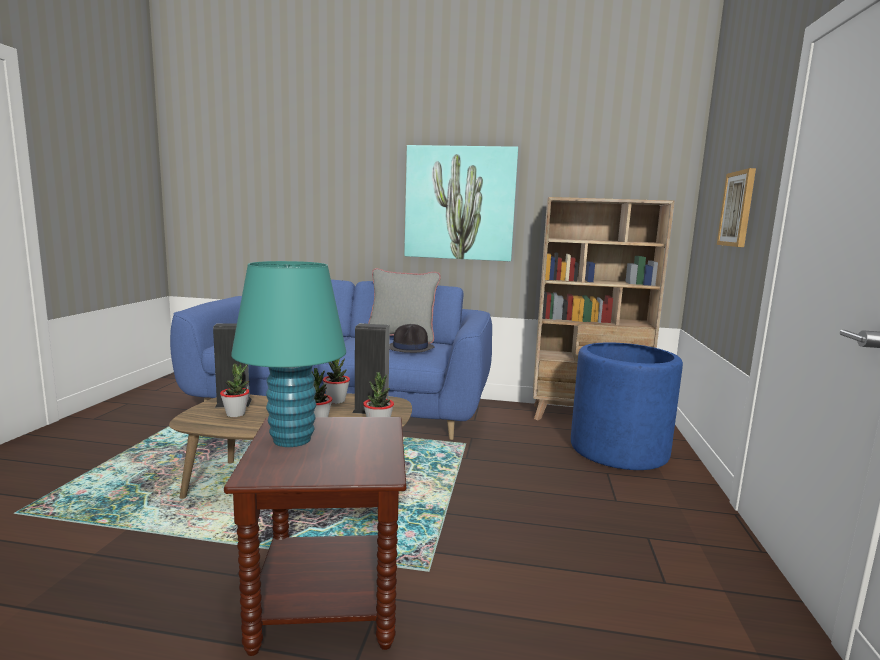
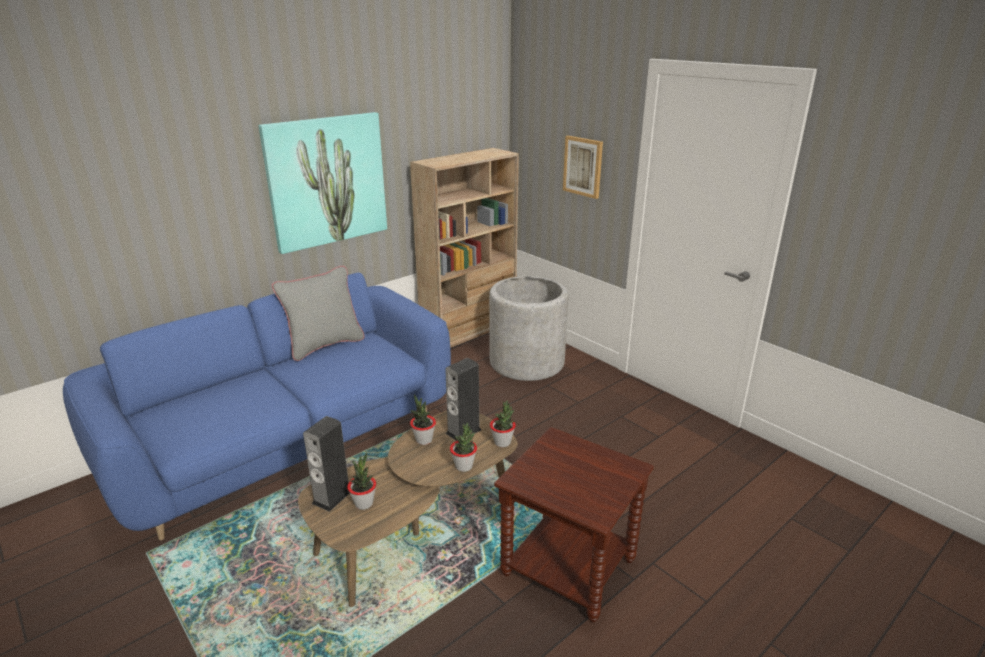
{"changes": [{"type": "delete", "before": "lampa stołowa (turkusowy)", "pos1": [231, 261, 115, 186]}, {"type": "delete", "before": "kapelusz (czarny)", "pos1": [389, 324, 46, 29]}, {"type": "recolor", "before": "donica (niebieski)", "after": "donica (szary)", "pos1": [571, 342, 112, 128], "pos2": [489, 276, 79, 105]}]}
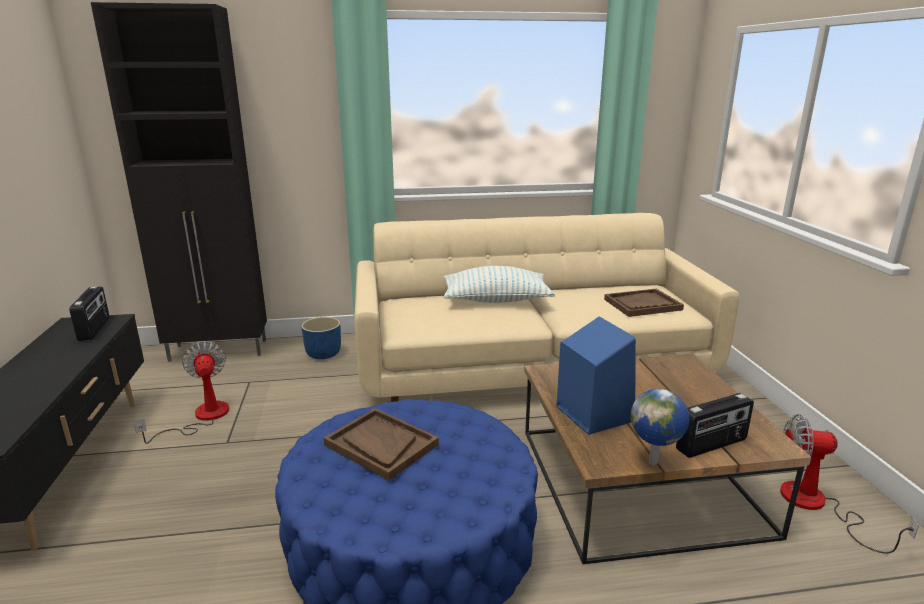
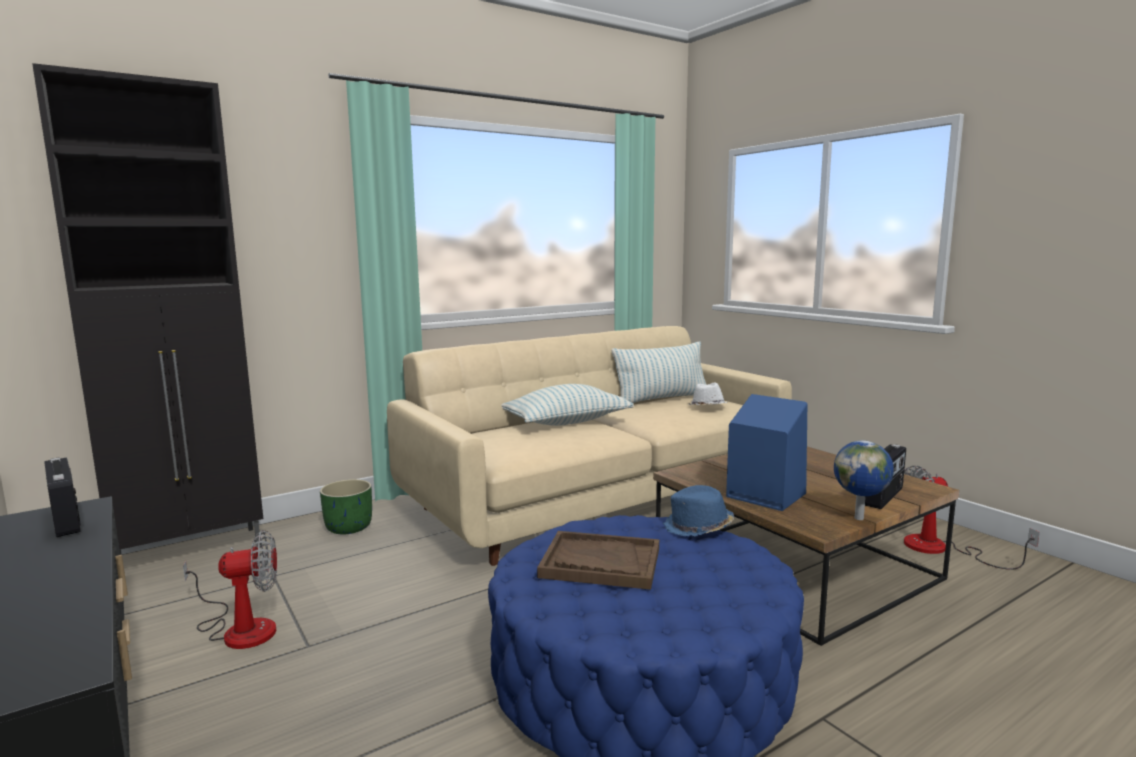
{"changes": [{"type": "insert", "after": "poduszka", "pos2": [612, 342, 95, 61]}, {"type": "insert", "after": "kapelusz (niebieski)", "pos2": [663, 485, 71, 51]}, {"type": "replace", "before": "taca (brązowy)", "after": "kapelusz (biały)", "pos1": [604, 289, 80, 28], "pos2": [688, 383, 38, 22]}, {"type": "recolor", "before": "donica (niebieski)", "after": "donica (zielony)", "pos1": [301, 317, 40, 42], "pos2": [320, 479, 52, 55]}, {"type": "rotate", "before": "wentylator", "pos1": [133, 341, 96, 103], "pos2": [183, 530, 94, 119], "turn": 120}]}
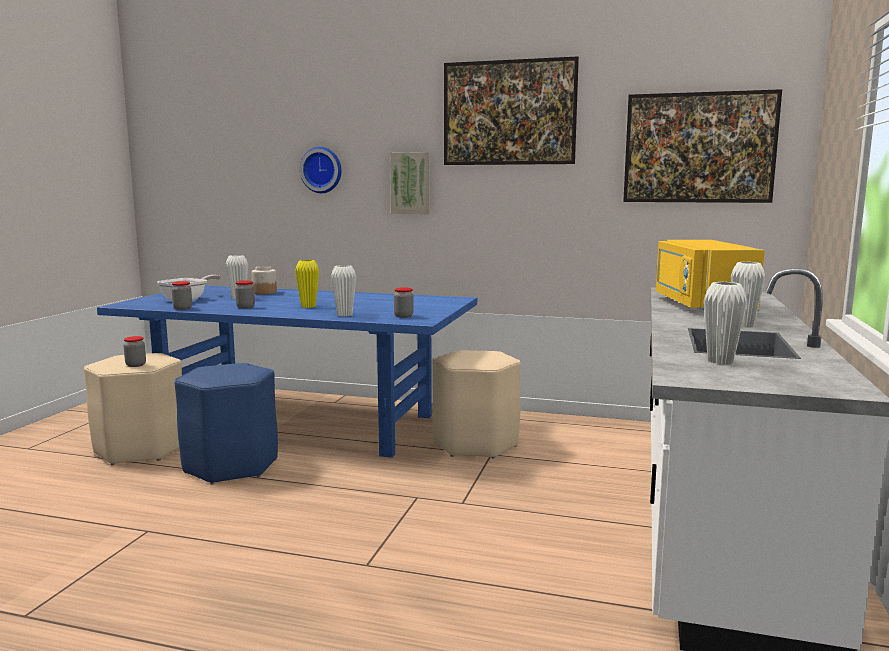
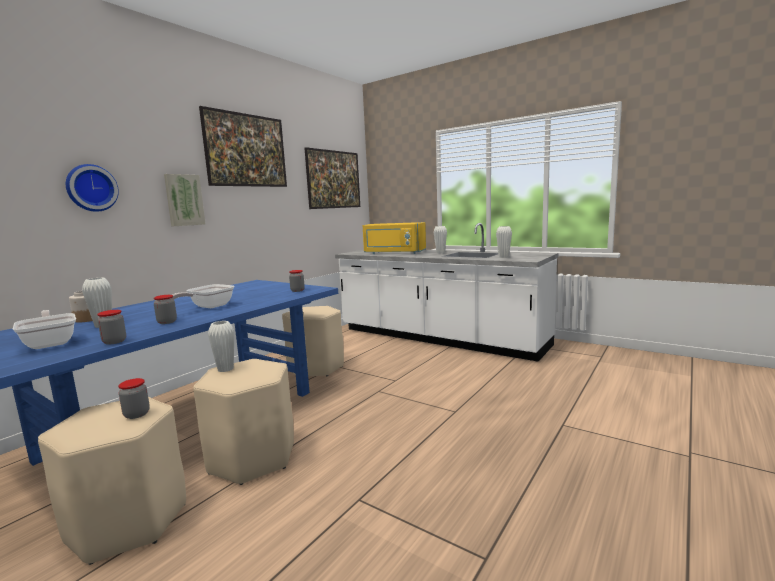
{"changes": [{"type": "move", "before": "wazon (biały)", "pos1": [331, 265, 25, 51], "pos2": [208, 321, 26, 51]}, {"type": "replace", "before": "wazon (żółty)", "after": "patelnia", "pos1": [295, 260, 24, 48], "pos2": [172, 284, 62, 24]}, {"type": "recolor", "before": "stołek (niebieski)", "after": "stołek (beżowy)", "pos1": [175, 363, 103, 121], "pos2": [193, 359, 101, 126]}]}
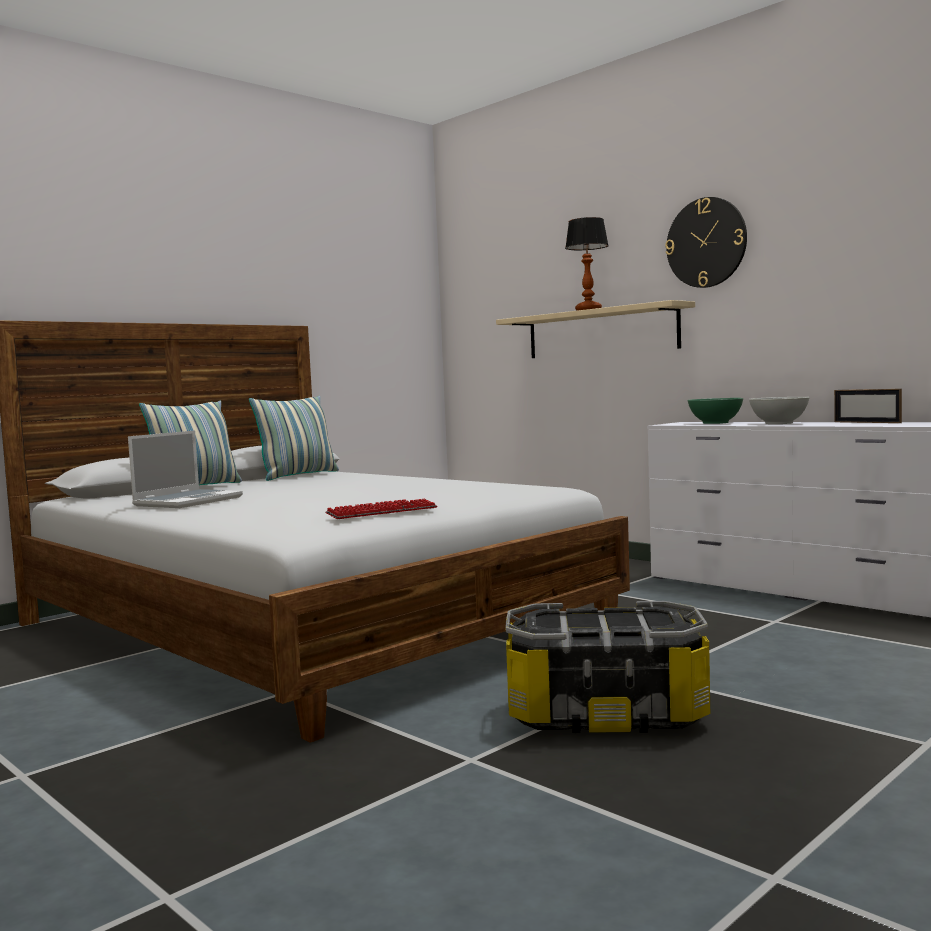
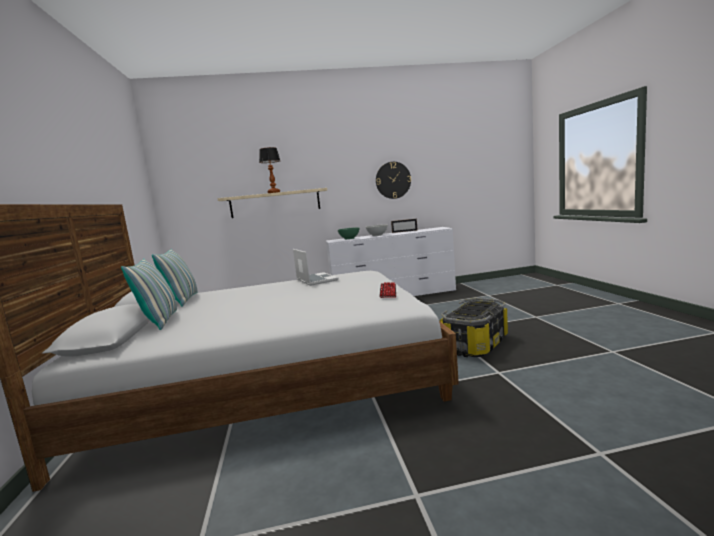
{"changes": [{"type": "move", "before": "laptop", "pos1": [128, 431, 115, 77], "pos2": [293, 249, 45, 37]}, {"type": "move", "before": "zegar ścienny", "pos1": [665, 197, 82, 91], "pos2": [376, 162, 35, 37]}]}
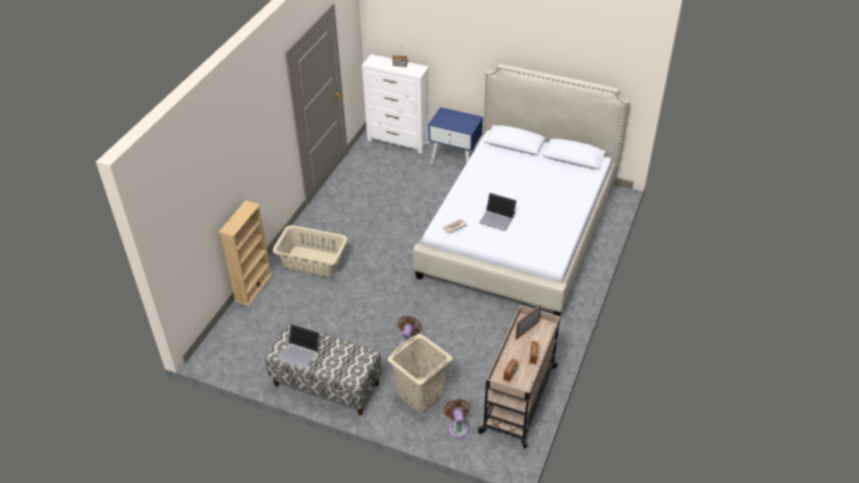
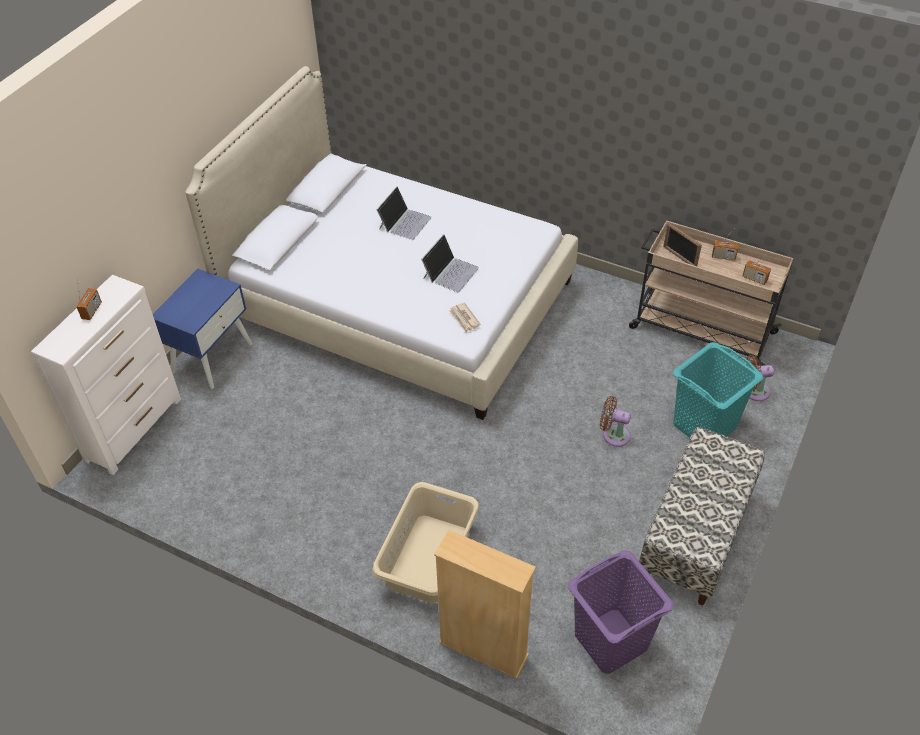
{"changes": [{"type": "insert", "after": "kosz na pranie (fioletowy)", "pos2": [568, 550, 106, 124]}, {"type": "move", "before": "laptop", "pos1": [278, 323, 43, 46], "pos2": [376, 186, 56, 54]}, {"type": "recolor", "before": "kosz na pranie (beżowy)", "after": "kosz na pranie (turkusowy)", "pos1": [388, 334, 64, 79], "pos2": [673, 342, 90, 96]}]}
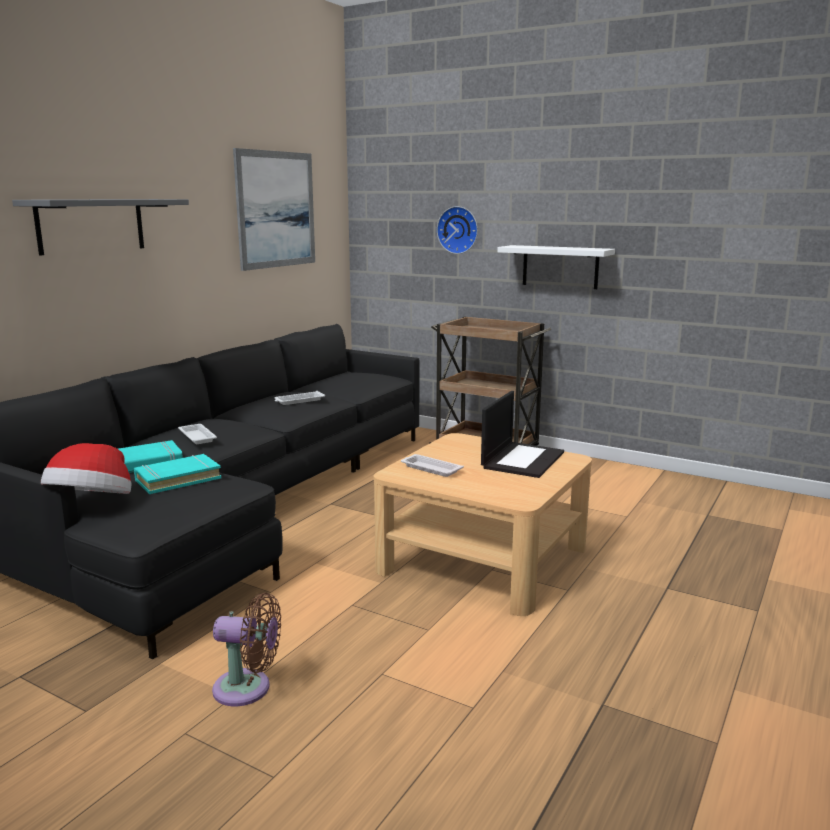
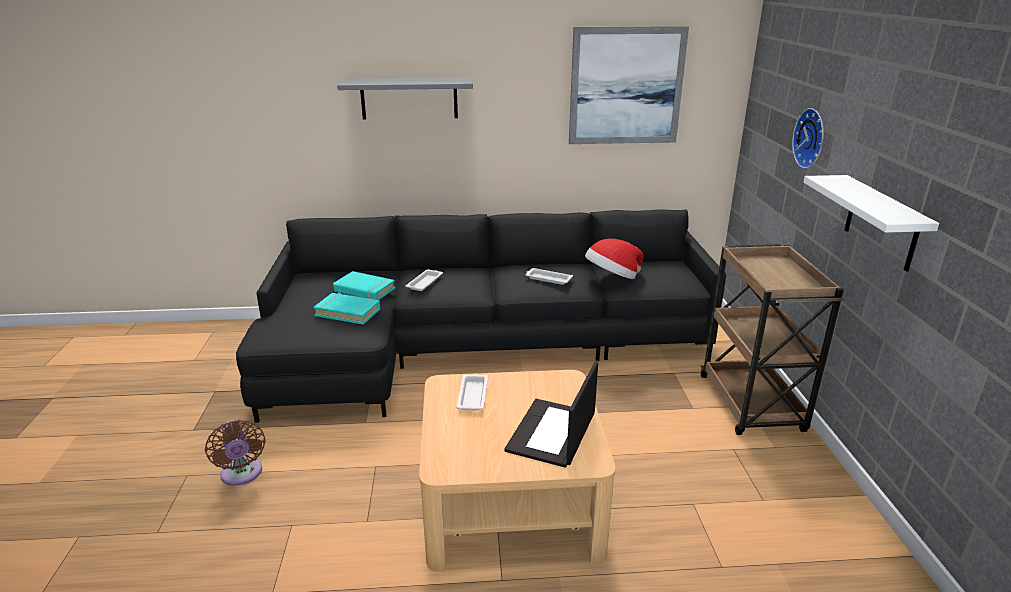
{"changes": [{"type": "move", "before": "kapelusz", "pos1": [41, 443, 91, 51], "pos2": [585, 239, 59, 40]}, {"type": "rotate", "before": "laptop", "pos1": [481, 391, 83, 87], "pos2": [504, 361, 94, 107], "turn": 120}]}
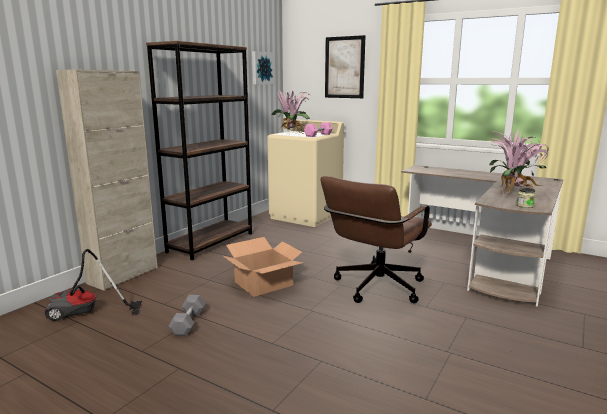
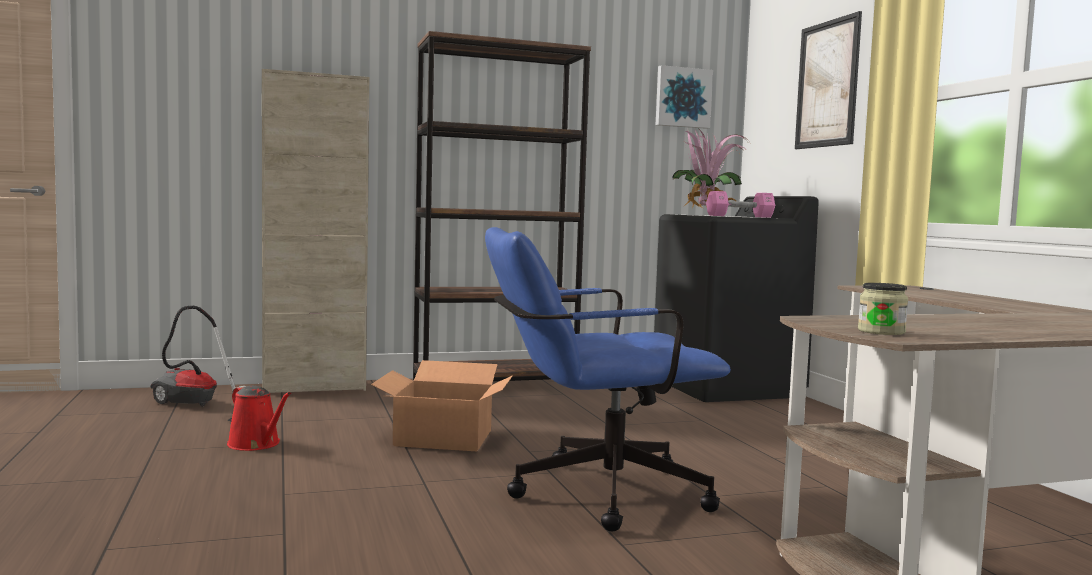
{"changes": [{"type": "delete", "before": "roślina doniczkowa", "pos1": [489, 129, 60, 67]}, {"type": "replace", "before": "hantel (szary)", "after": "konewka (czerwony)", "pos1": [168, 295, 37, 41], "pos2": [227, 386, 64, 65]}, {"type": "recolor", "before": "pralka (beżowy)", "after": "pralka (czarny)", "pos1": [267, 120, 77, 107], "pos2": [654, 196, 165, 206]}, {"type": "recolor", "before": "krzesło biurowe (brązowy)", "after": "krzesło biurowe (niebieski)", "pos1": [320, 176, 112, 128], "pos2": [485, 227, 246, 305]}]}
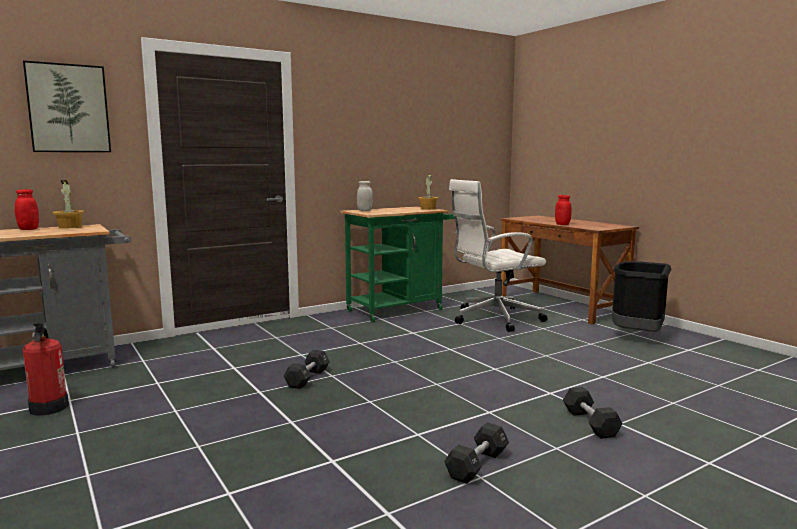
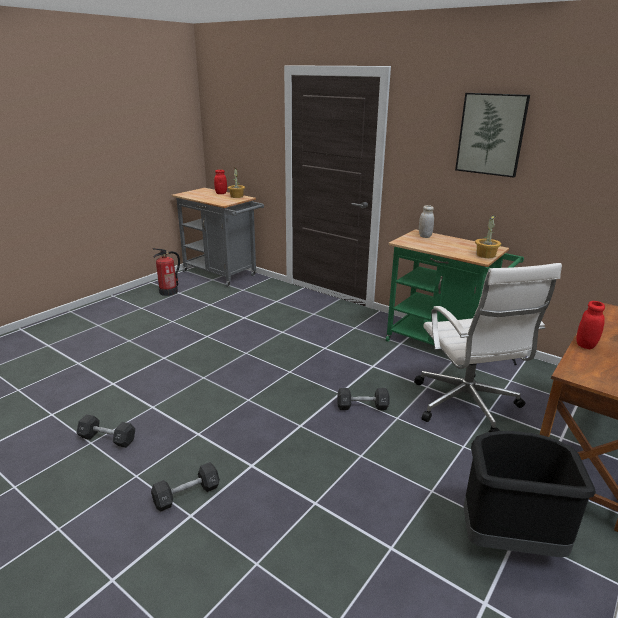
{"changes": [{"type": "move", "before": "obraz", "pos1": [23, 60, 88, 92], "pos2": [455, 93, 75, 85]}, {"type": "move", "before": "hantel (czarny)", "pos1": [284, 350, 46, 39], "pos2": [337, 388, 52, 22]}, {"type": "rotate", "before": "krzesło biurowe (biały)", "pos1": [449, 179, 99, 153], "pos2": [414, 263, 148, 169], "turn": -150}]}
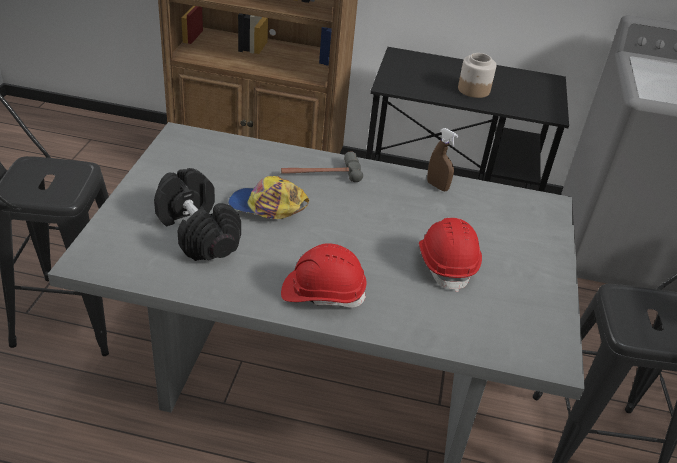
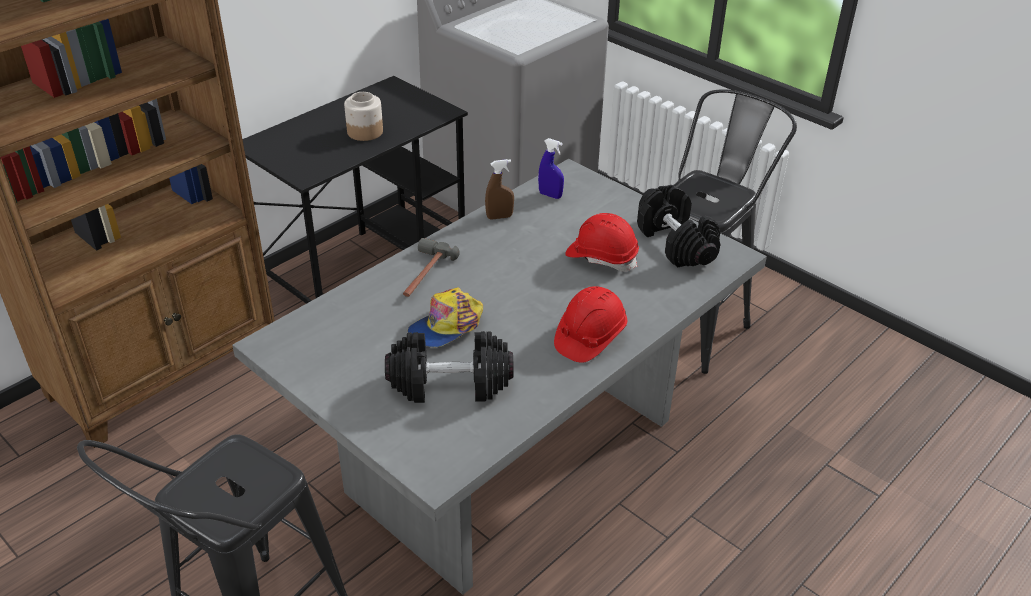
{"changes": [{"type": "insert", "after": "spryskiwacz (niebieski)", "pos2": [538, 138, 26, 61]}, {"type": "insert", "after": "hantel (czarny)", "pos2": [637, 185, 84, 82]}]}
